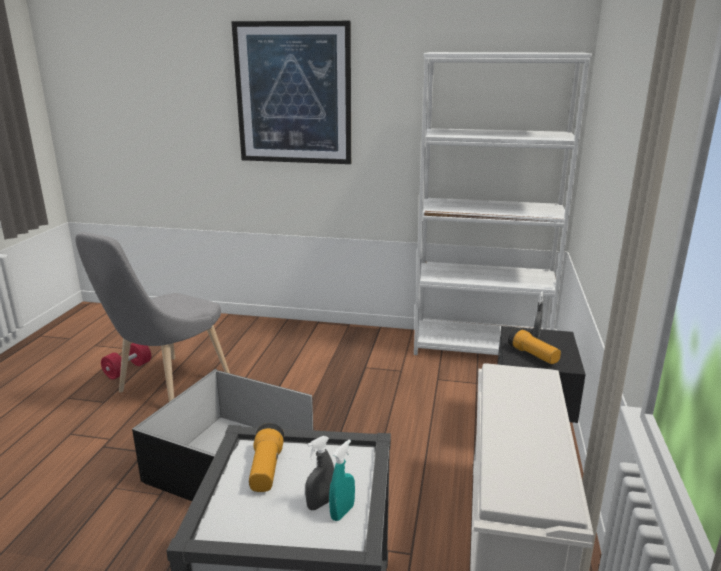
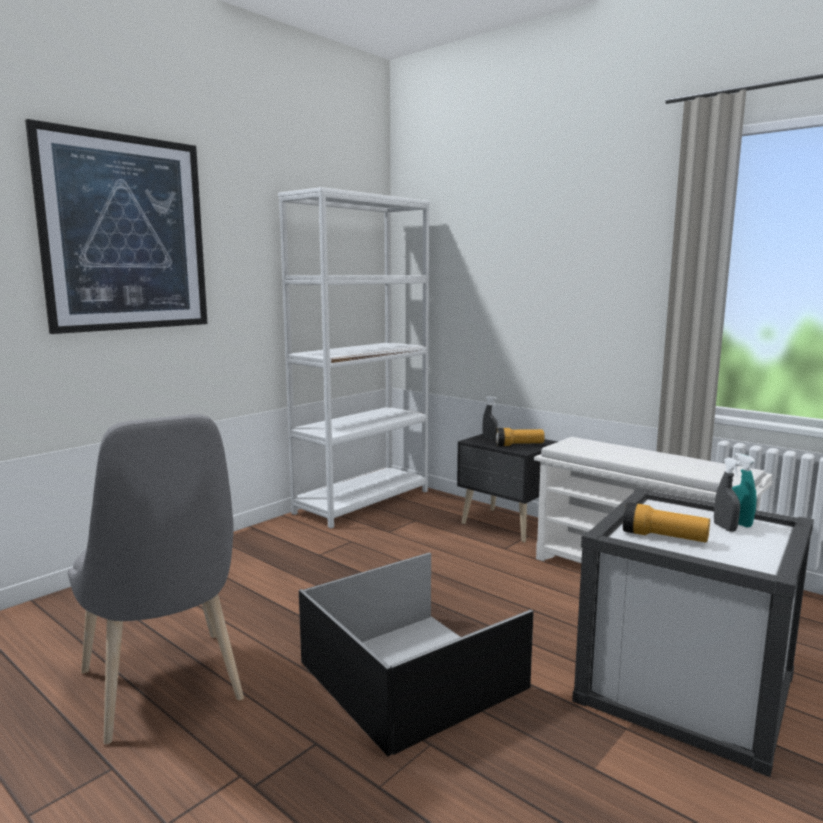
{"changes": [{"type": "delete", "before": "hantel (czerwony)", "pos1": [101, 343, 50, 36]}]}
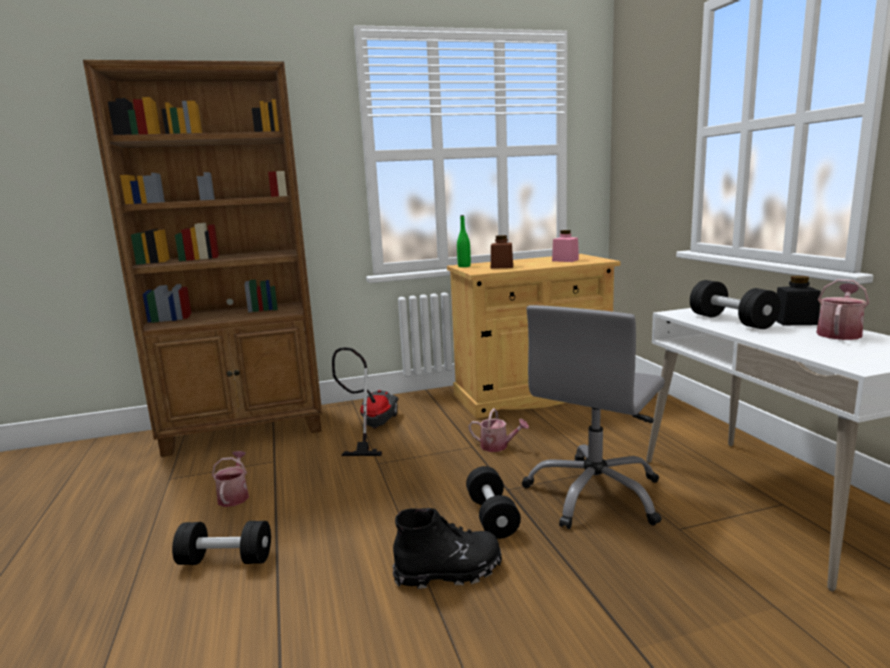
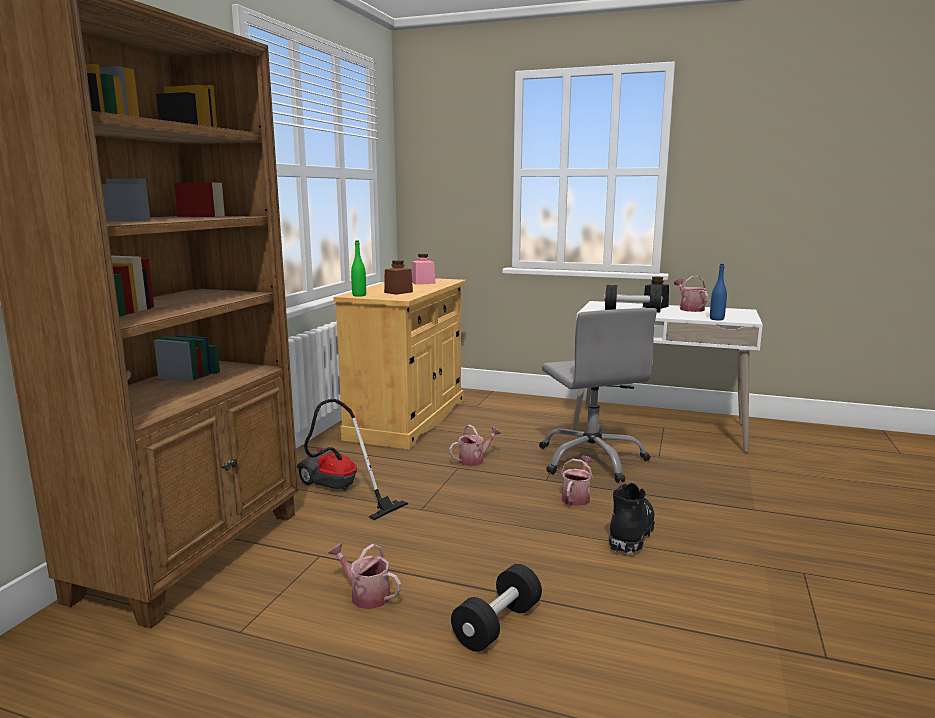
{"changes": [{"type": "insert", "after": "butelka (niebieski)", "pos2": [710, 264, 17, 57]}, {"type": "replace", "before": "hantel (czarny)", "after": "konewka", "pos1": [466, 466, 55, 73], "pos2": [561, 456, 32, 50]}]}
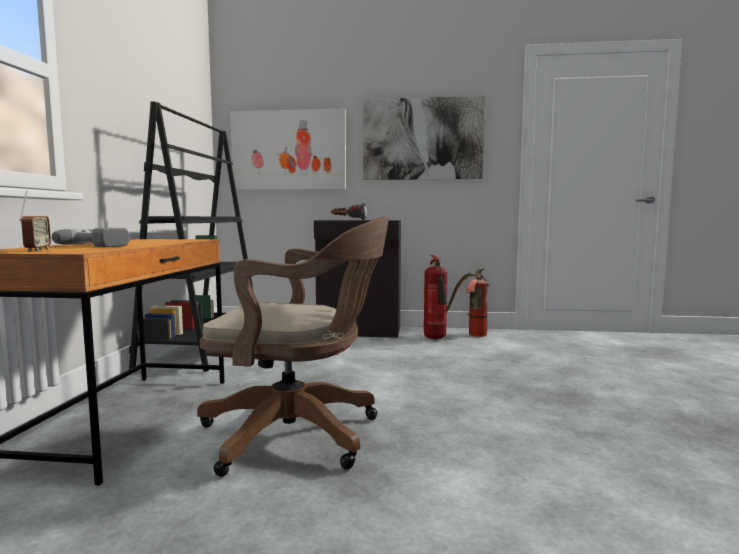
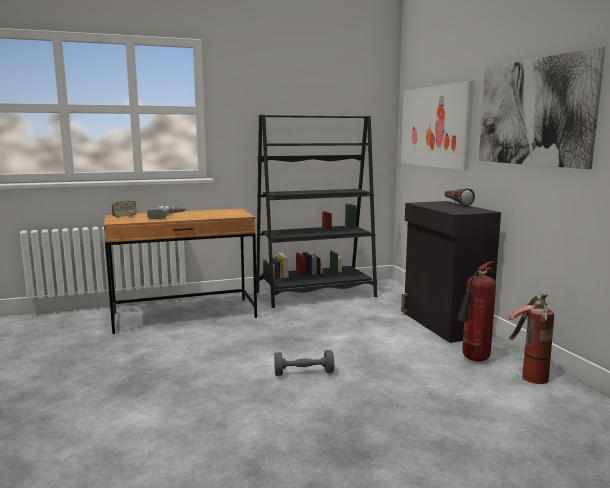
{"changes": [{"type": "delete", "before": "krzesło biurowe (brązowy)", "pos1": [197, 217, 192, 260]}, {"type": "insert", "after": "hantel (szary)", "pos2": [274, 350, 60, 26]}]}
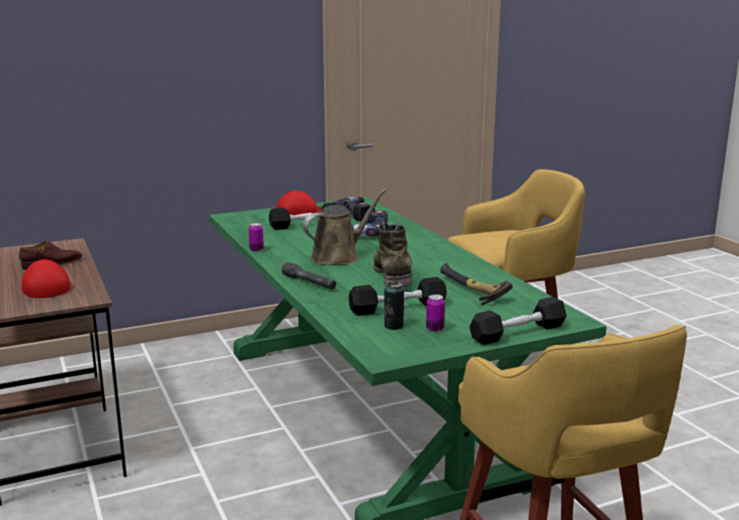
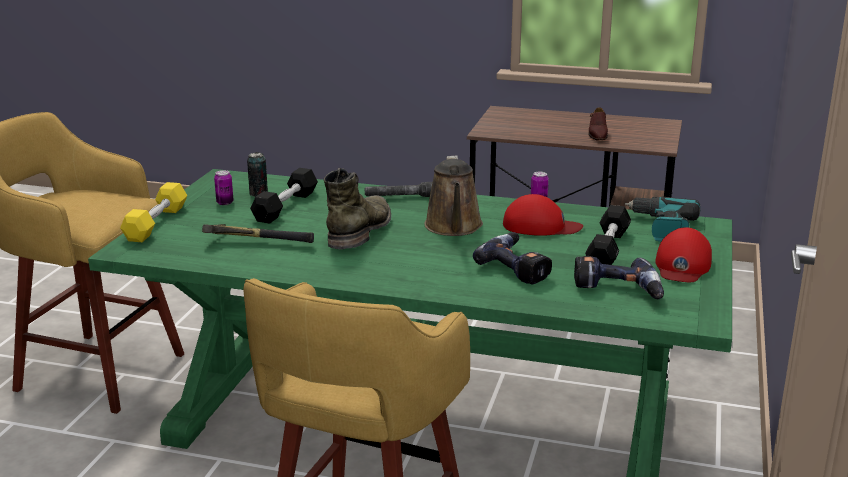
{"changes": [{"type": "insert", "after": "wiertarka", "pos2": [625, 197, 75, 45]}, {"type": "move", "before": "czapka z daszkiem (czerwony)", "pos1": [21, 259, 49, 39], "pos2": [503, 194, 80, 42]}, {"type": "recolor", "before": "hantel (czarny)", "after": "hantel (żółty)", "pos1": [469, 297, 98, 48], "pos2": [120, 182, 68, 60]}, {"type": "rotate", "before": "but z cholewką (zielony)", "pos1": [373, 222, 40, 66], "pos2": [324, 168, 67, 81], "turn": -105}]}
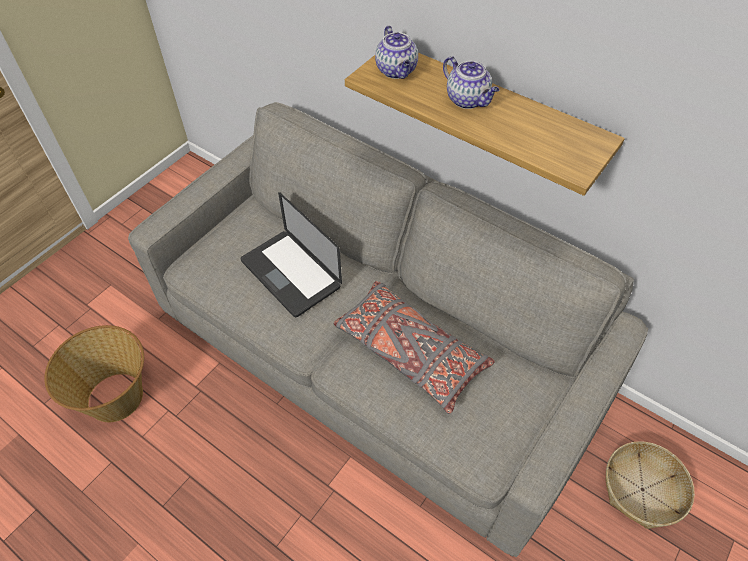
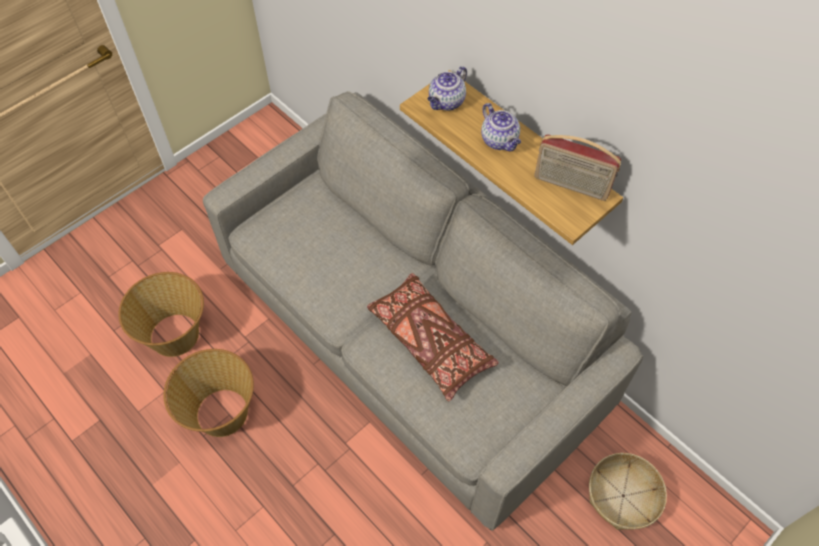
{"changes": [{"type": "delete", "before": "laptop", "pos1": [241, 192, 101, 125]}, {"type": "insert", "after": "koszyk", "pos2": [163, 349, 91, 88]}, {"type": "insert", "after": "radio", "pos2": [534, 134, 87, 67]}, {"type": "recolor", "before": "poduszka (szary)", "after": "poduszka (brązowy)", "pos1": [334, 281, 161, 133], "pos2": [367, 273, 132, 128]}, {"type": "rotate", "before": "imbryk", "pos1": [375, 26, 43, 53], "pos2": [428, 66, 39, 45], "turn": 45}]}
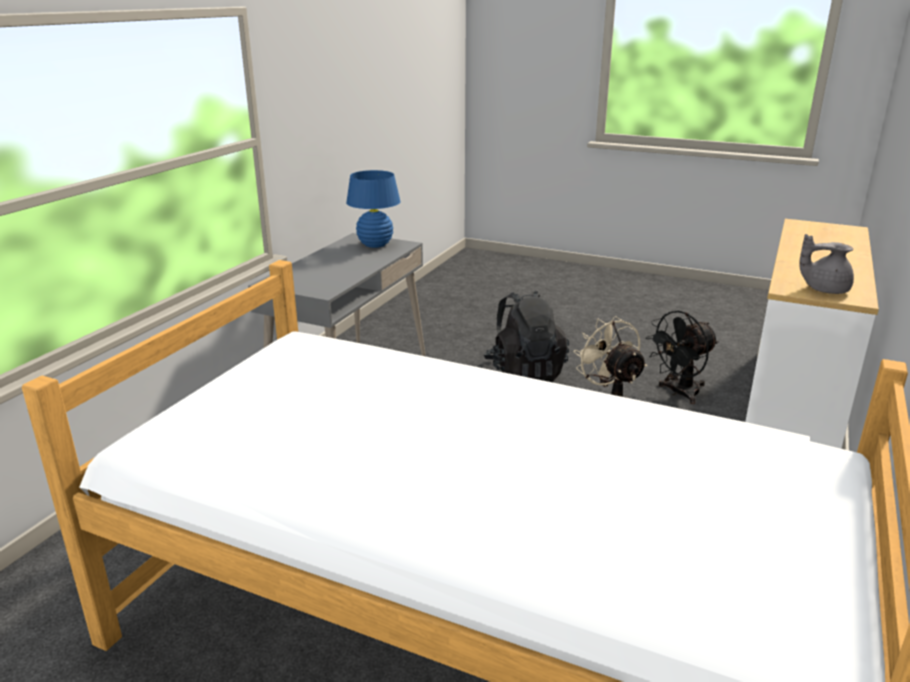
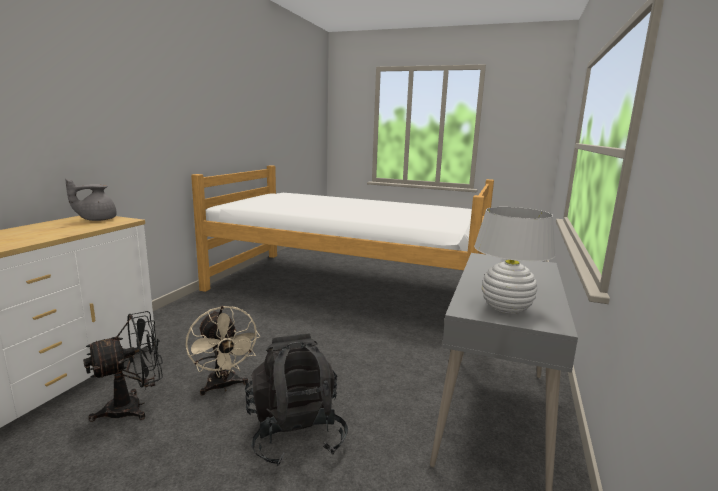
{"changes": [{"type": "recolor", "before": "lampa stołowa (niebieski)", "after": "lampa stołowa (biały)", "pos1": [346, 170, 54, 78], "pos2": [474, 207, 82, 107]}, {"type": "rotate", "before": "imbryk (szary)", "pos1": [799, 234, 55, 60], "pos2": [65, 179, 52, 42], "turn": 135}]}
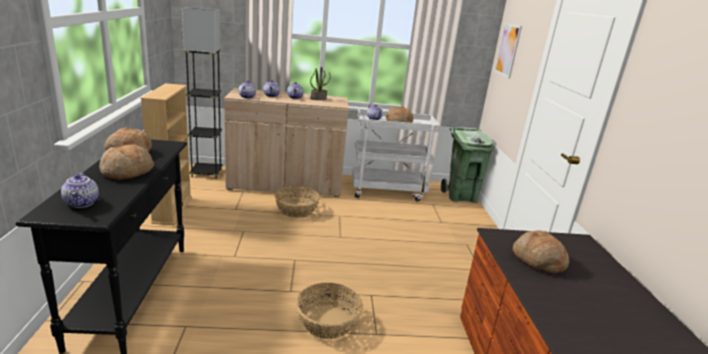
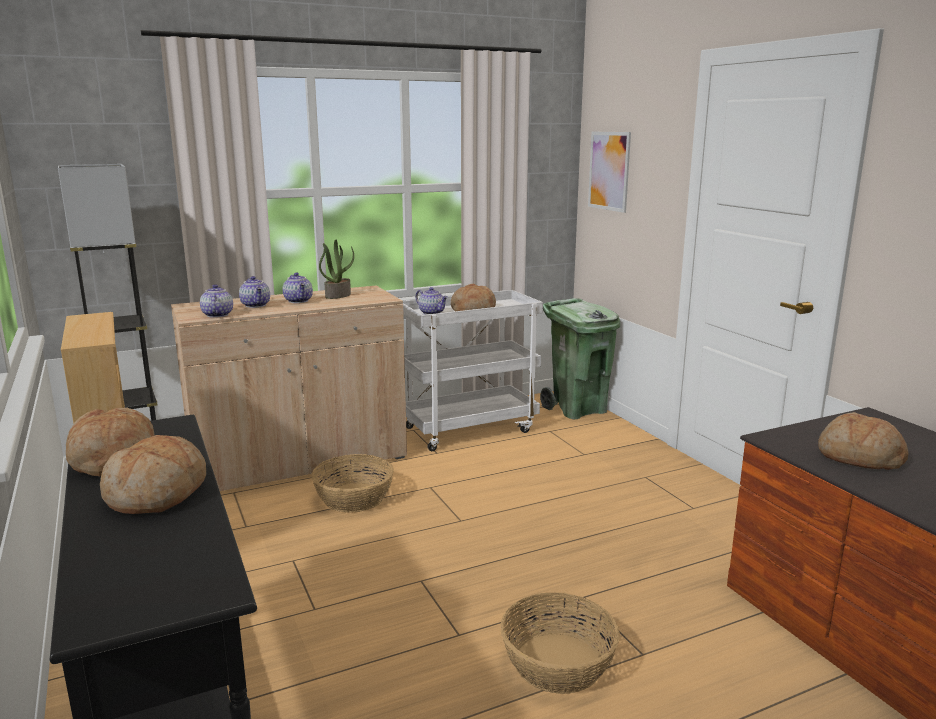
{"changes": [{"type": "delete", "before": "imbryk", "pos1": [61, 172, 38, 36]}]}
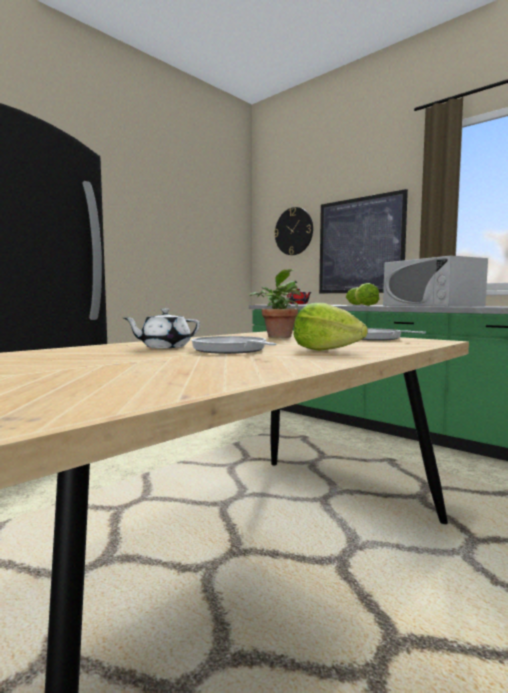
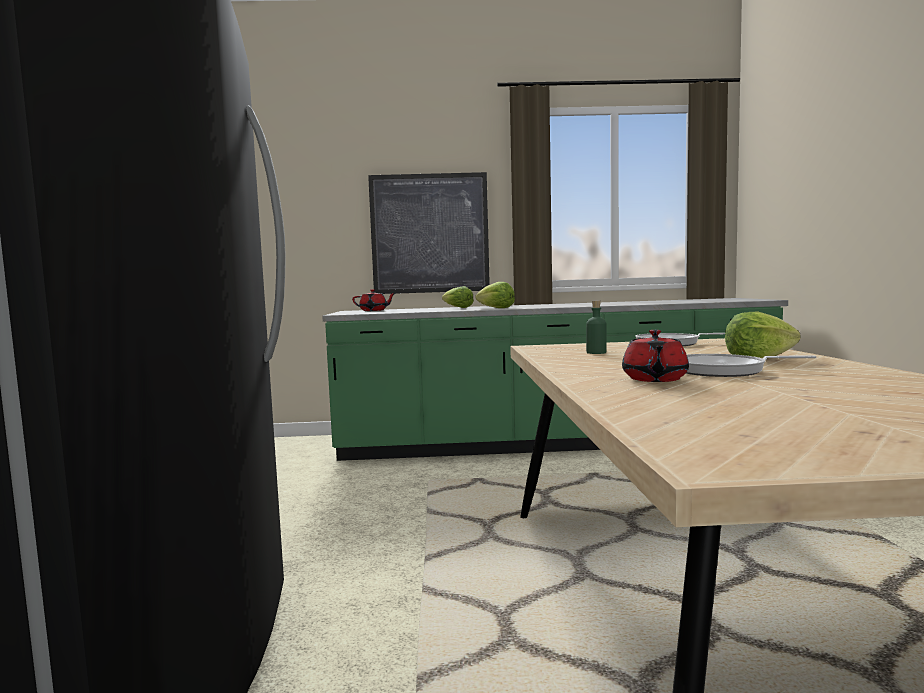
{"changes": [{"type": "delete", "before": "zegar ścienny", "pos1": [274, 207, 39, 48]}, {"type": "delete", "before": "mikrofalówka (biały)", "pos1": [383, 256, 105, 51]}, {"type": "replace", "before": "roślina doniczkowa", "after": "butelka (zielony)", "pos1": [249, 269, 52, 69], "pos2": [586, 300, 21, 54]}, {"type": "recolor", "before": "imbryk (biały)", "after": "imbryk (czerwony)", "pos1": [124, 309, 76, 39], "pos2": [622, 330, 67, 52]}]}
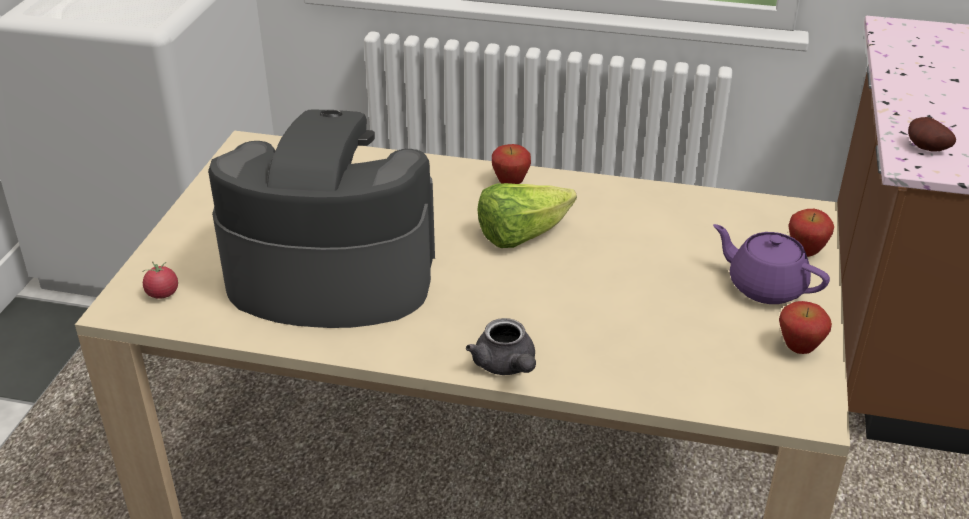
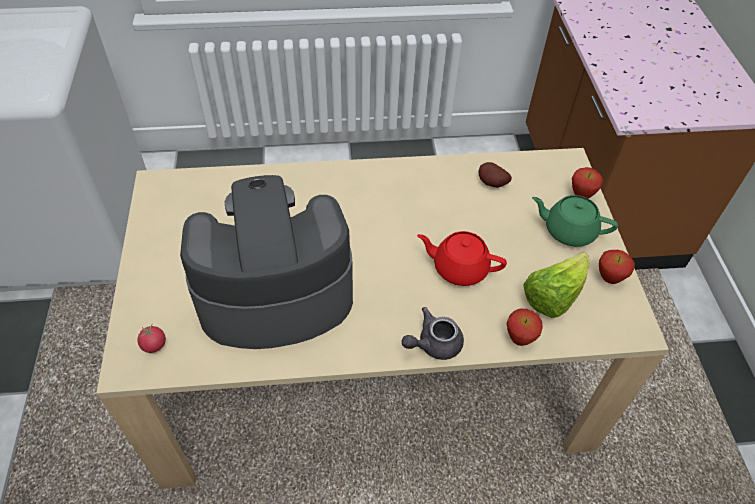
{"changes": [{"type": "insert", "after": "imbryk (czerwony)", "pos2": [417, 231, 90, 55]}, {"type": "move", "before": "sałata", "pos1": [478, 183, 99, 65], "pos2": [523, 252, 66, 66]}, {"type": "move", "before": "jabłko", "pos1": [492, 144, 39, 40], "pos2": [506, 308, 37, 38]}, {"type": "move", "before": "ziemniak", "pos1": [908, 117, 48, 35], "pos2": [479, 162, 33, 26]}, {"type": "recolor", "before": "imbryk (fioletowy)", "after": "imbryk (zielony)", "pos1": [713, 224, 117, 80], "pos2": [532, 195, 86, 52]}, {"type": "rotate", "before": "imbryk (szary)", "pos1": [466, 318, 70, 57], "pos2": [402, 307, 62, 53], "turn": 105}]}
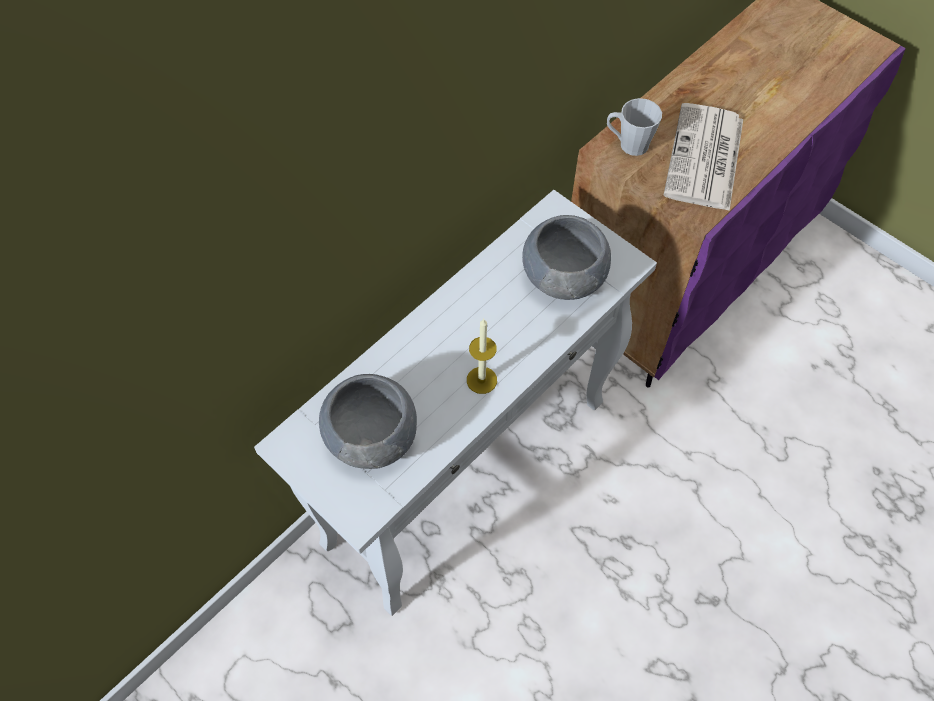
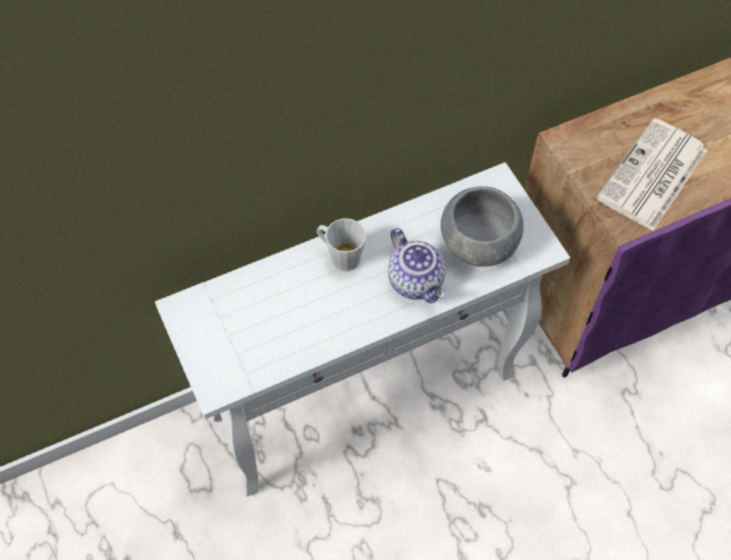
{"changes": [{"type": "delete", "before": "miska (szary)", "pos1": [319, 374, 98, 95]}, {"type": "delete", "before": "świeca", "pos1": [467, 319, 30, 75]}, {"type": "insert", "after": "imbryk", "pos2": [388, 228, 58, 75]}, {"type": "move", "before": "kubek (szary)", "pos1": [607, 98, 55, 58], "pos2": [317, 218, 49, 53]}]}
